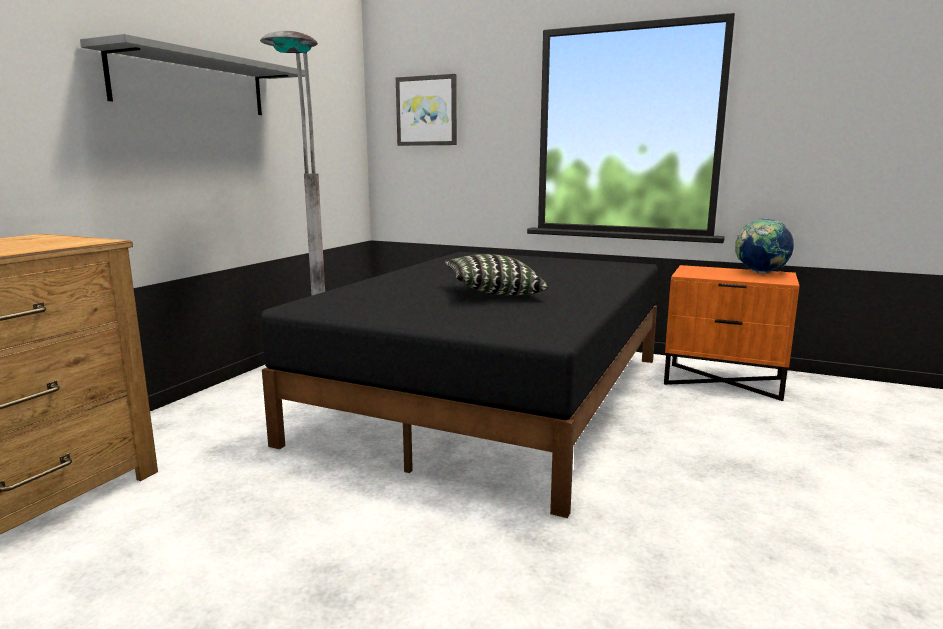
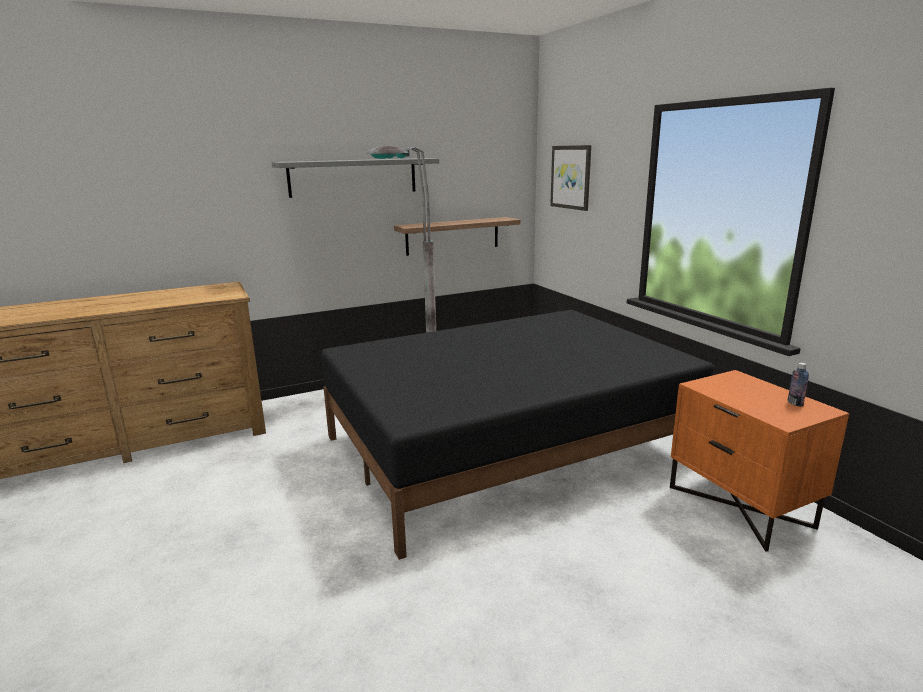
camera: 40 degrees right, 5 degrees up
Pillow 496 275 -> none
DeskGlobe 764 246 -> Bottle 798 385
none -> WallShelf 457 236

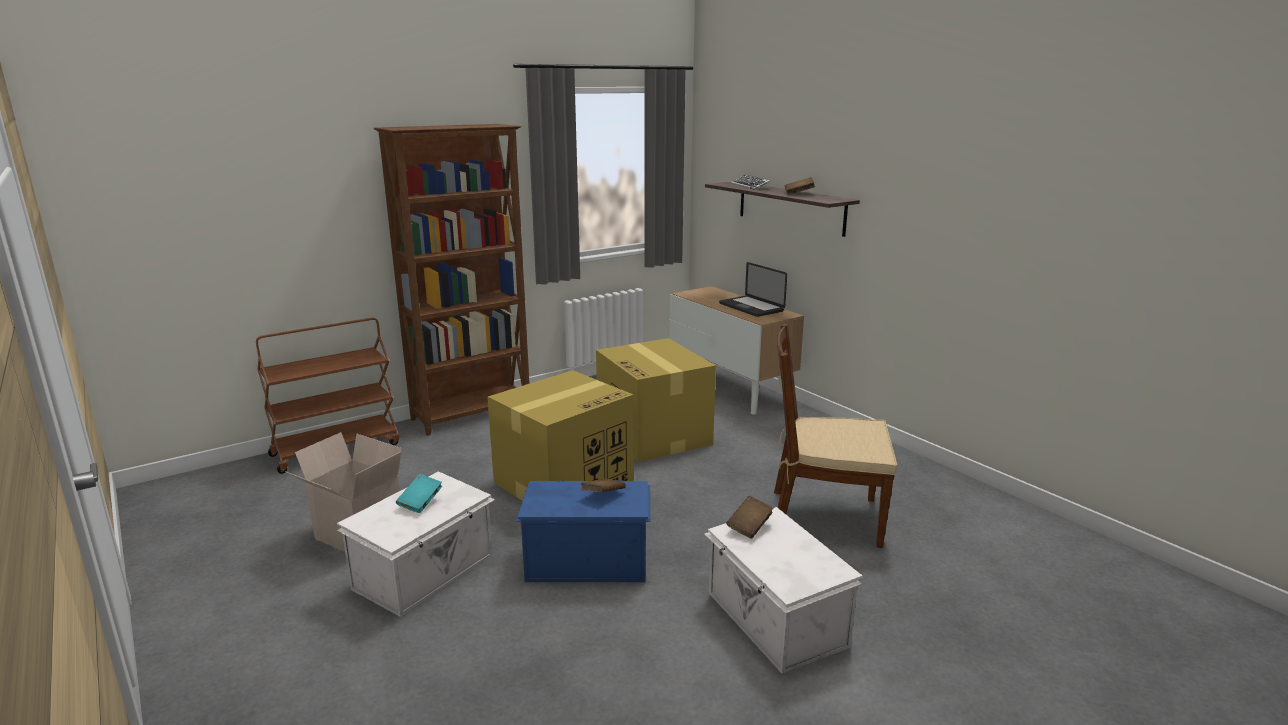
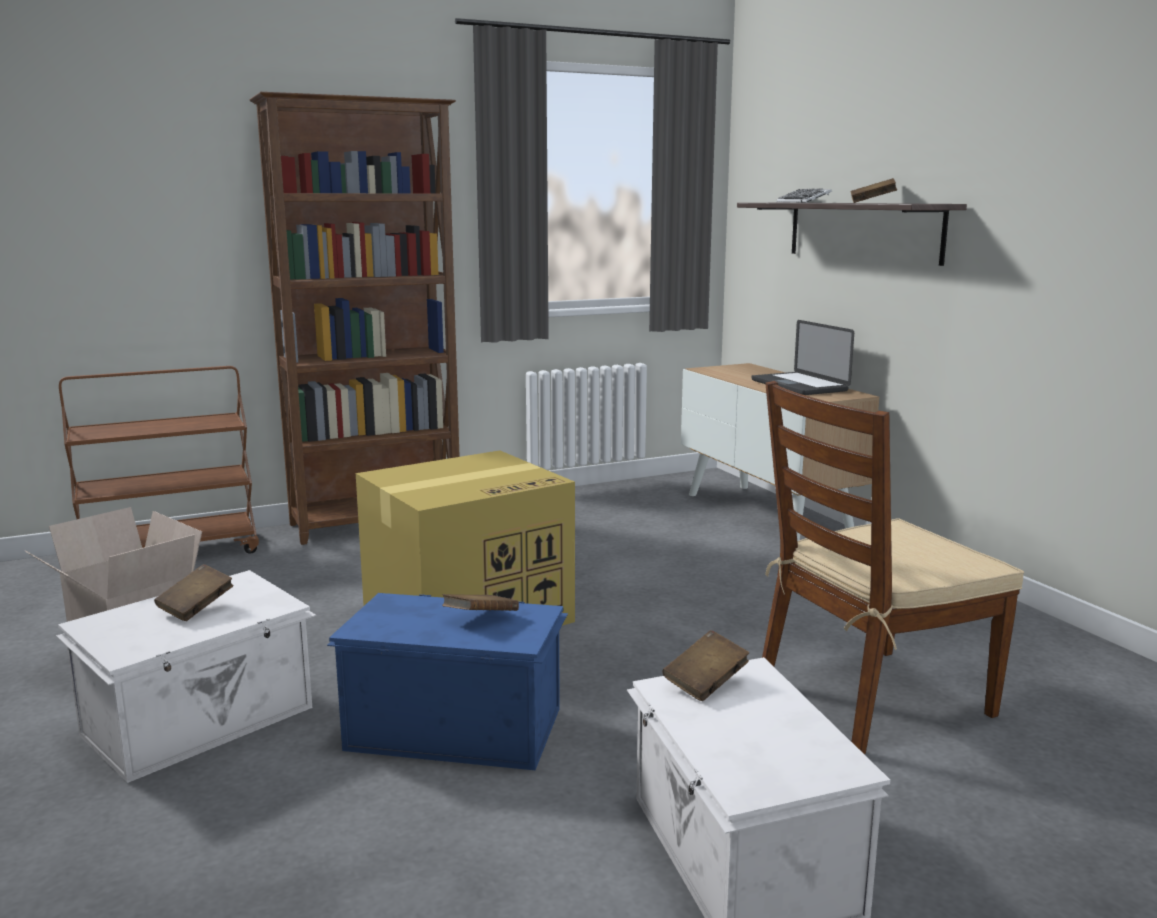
camera: 10 degrees right, 5 degrees down
BlueGreenVolume 419 493 -> BrownVolume 193 592
Carton 656 400 -> none
BrownUprightChair 835 436 -> BrownUprightChair 893 567, 45 degrees counterclockwise

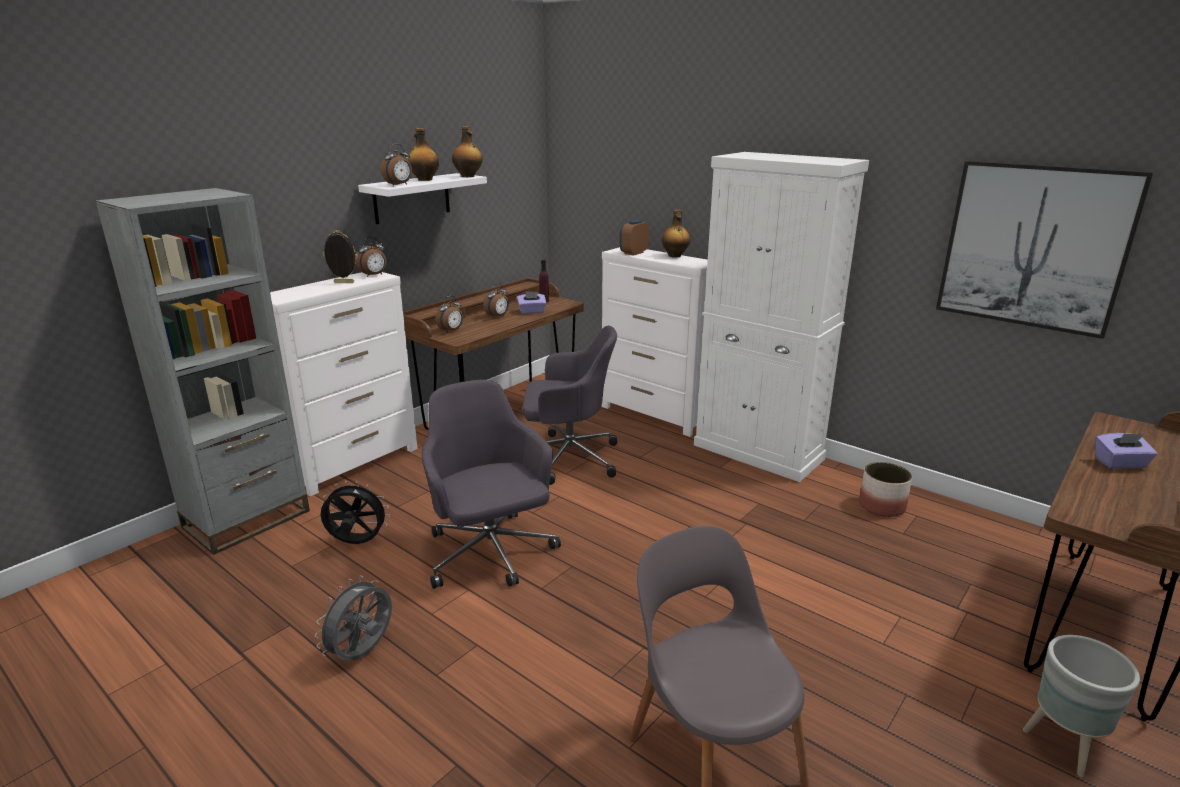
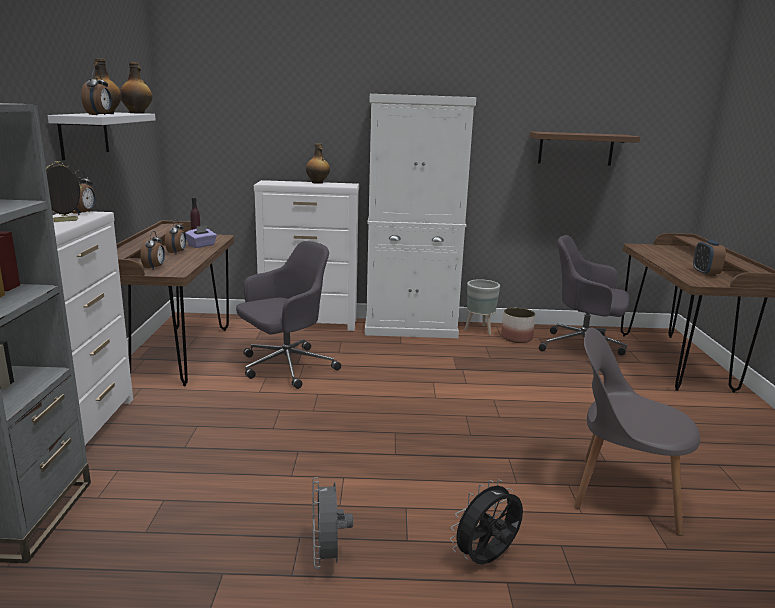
camera: 40 degrees left, 5 degrees down
BlackFan 355 512 -> BlackFan 486 521, relocated
GrayOfficeChair 491 484 -> GrayOfficeChair 584 295, relocated
BedsideClock 634 238 -> BedsideClock 709 258, relocated
WallPicture 1044 250 -> BrownWallShelf 584 148
GrayPlantPot 1081 706 -> GrayPlantPot 482 307, relocated
PurpleColouredBoxOfTissues 1126 451 -> none

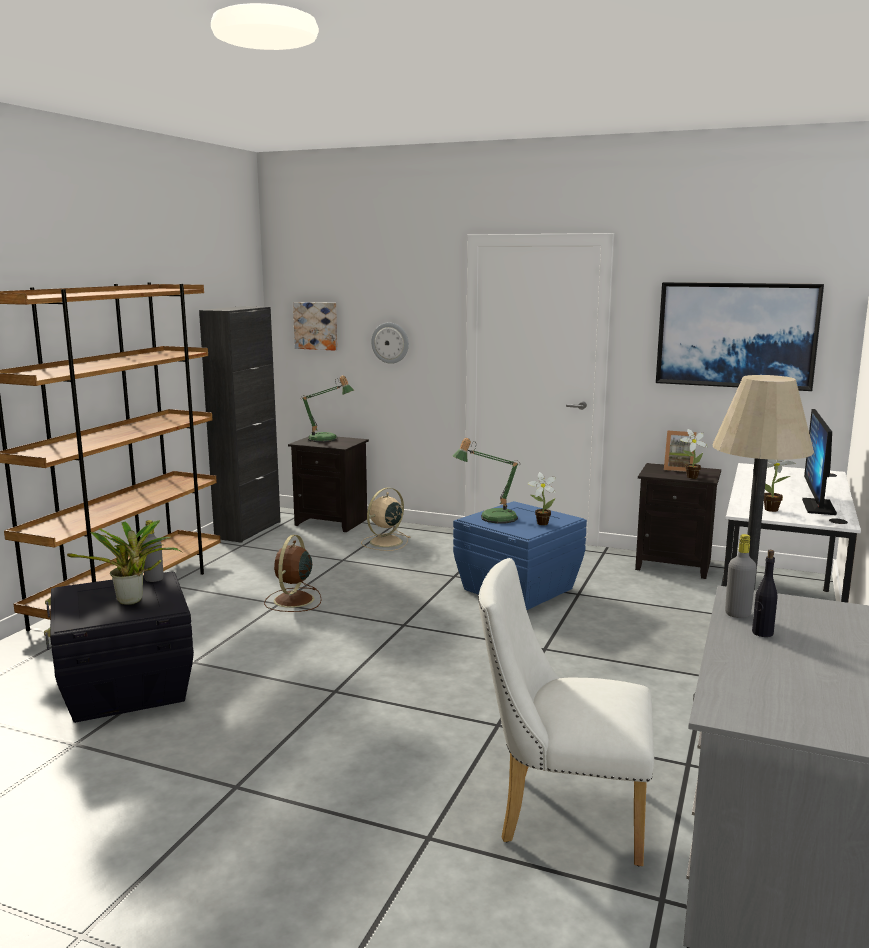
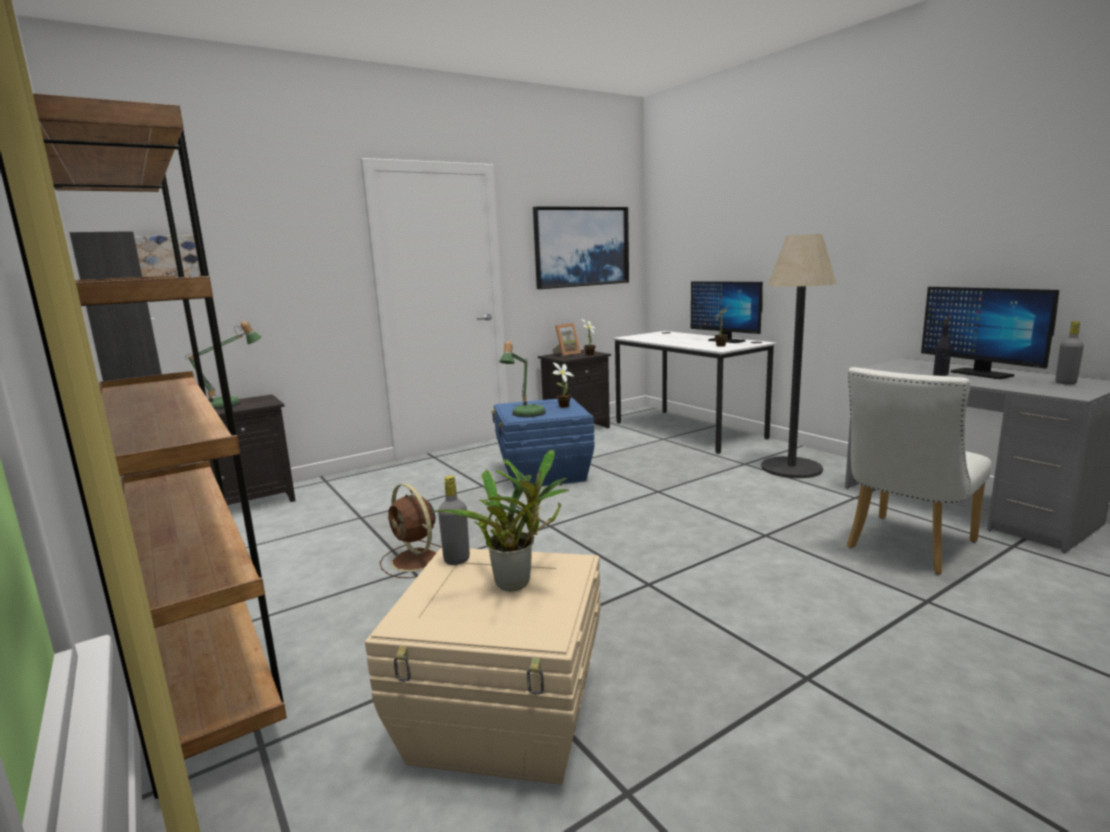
camera: 55 degrees left, 0 degrees up
BlackStorageBox 119 647 -> SandColouredStorageBox 483 666
SandColouredFan 385 519 -> none
WallClock 390 343 -> none
GrayBottle 741 576 -> GrayBottle 1070 353, relocated
none -> ComputerScreen 990 333

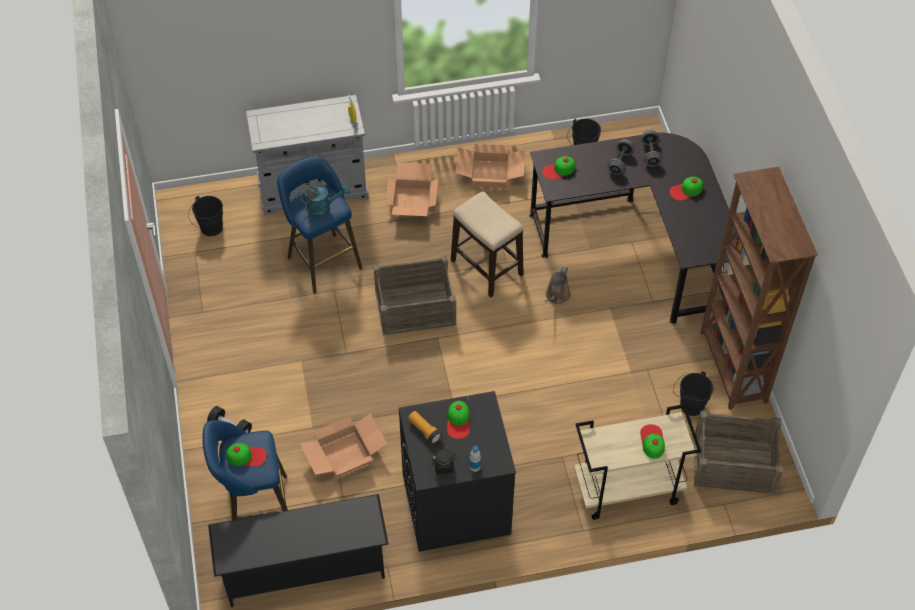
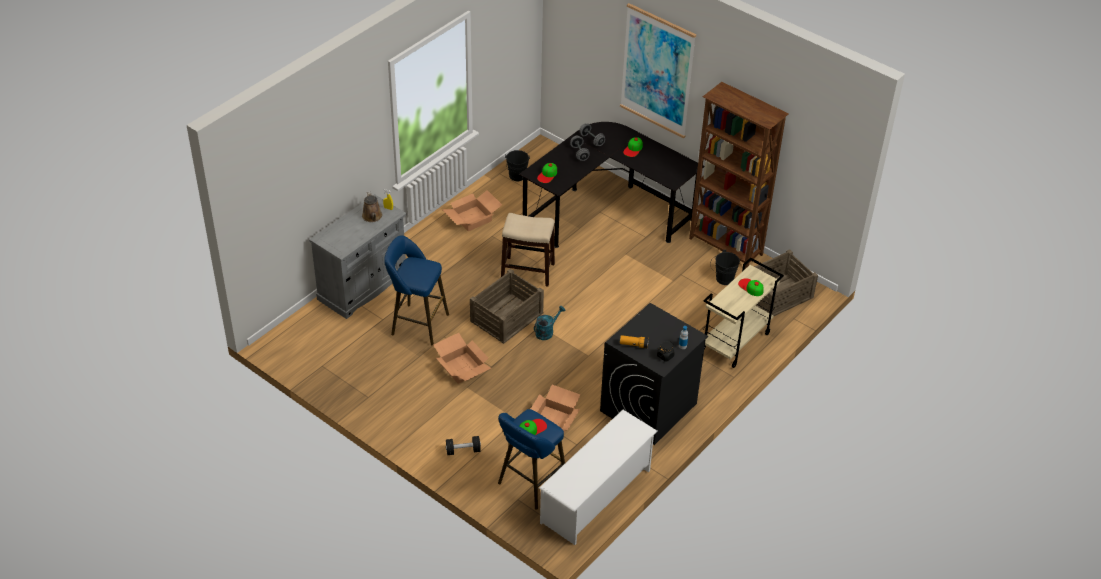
camera: 40 degrees left, 10 degrees down
BlackPail 205 215 -> none
BlackShoeRack 298 550 -> WhitishShoeRack 598 477
BlueGreenWateringPot 324 201 -> BlueGreenWateringPot 549 323, relocated
Carton 412 189 -> Carton 462 358, relocated
BaseballCap 458 420 -> none
BrownWateringPot 558 285 -> BrownWateringPot 372 206, relocated
none -> WallPicture 658 71

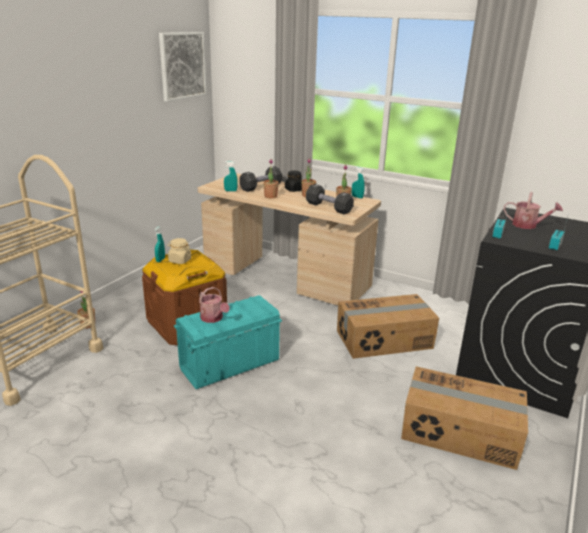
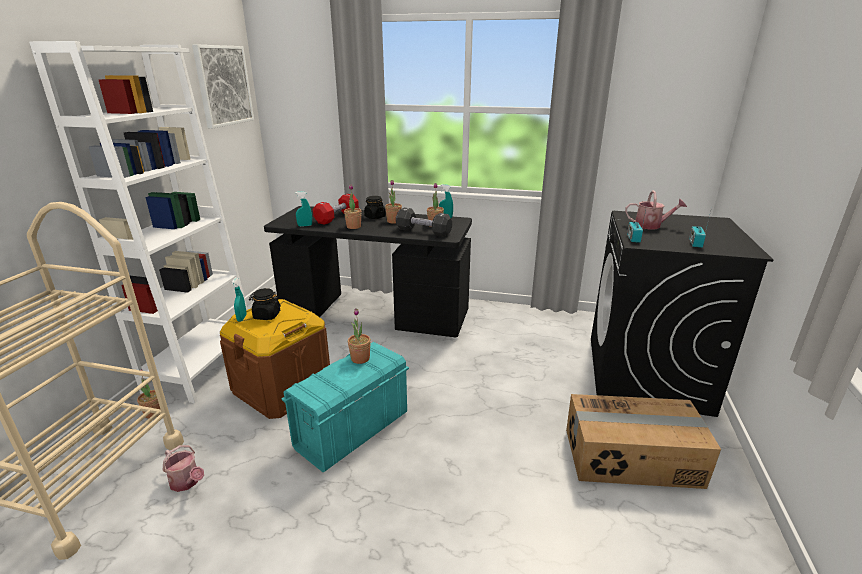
camera: 15 degrees left, 0 degrees up
SandColouredStorageJar 179 251 -> BlackStorageJar 265 304
SandColouredDeskUnit 289 239 -> BlackDeskUnit 368 271
WateringPot 214 305 -> WateringPot 183 468, relocated
BlackHandWeight 260 179 -> RedHandWeight 336 209
Carton 388 326 -> none
none -> WhitishBookcase 138 222
none -> PlantInAPot 359 336

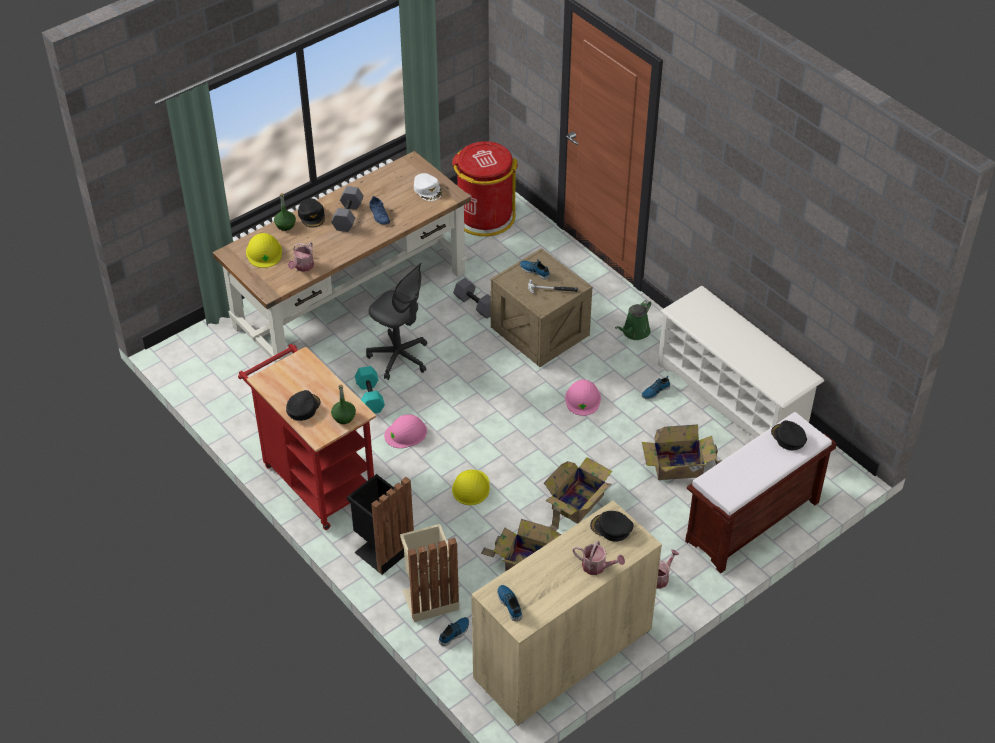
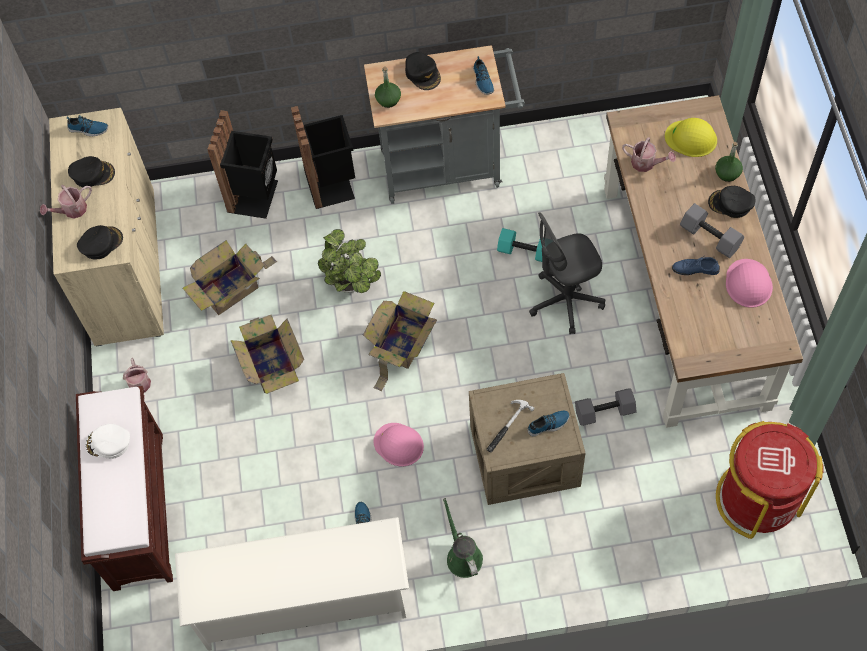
camera: 125 degrees right, 15 degrees up
RedTrolley 307 437 -> GrayTrolley 444 124
WateringPot 301 257 -> WateringPot 649 154, 150 degrees clockwise
PinkColouredSafetyHelmet 405 431 -> PinkColouredSafetyHelmet 749 283, relocated
SandColouredRubbishBin 429 573 -> BlackRubbishBin 242 164
WhitishBaseballCap 428 187 -> WhitishBaseballCap 107 441, relocated
ItemOfFootwear 453 631 -> ItemOfFootwear 483 75, relocated
YellowColouredSafetyHelmet 471 487 -> PlantInAPot 349 261
Carton 682 452 -> Carton 400 341, relocated
BlackBaseballCap 789 435 -> BlackBaseballCap 91 171, relocated

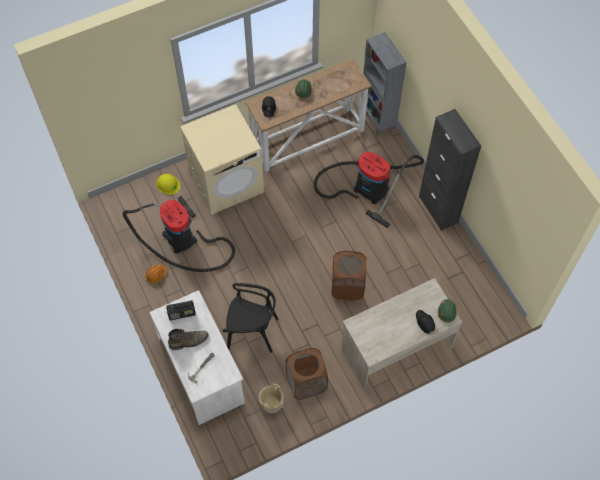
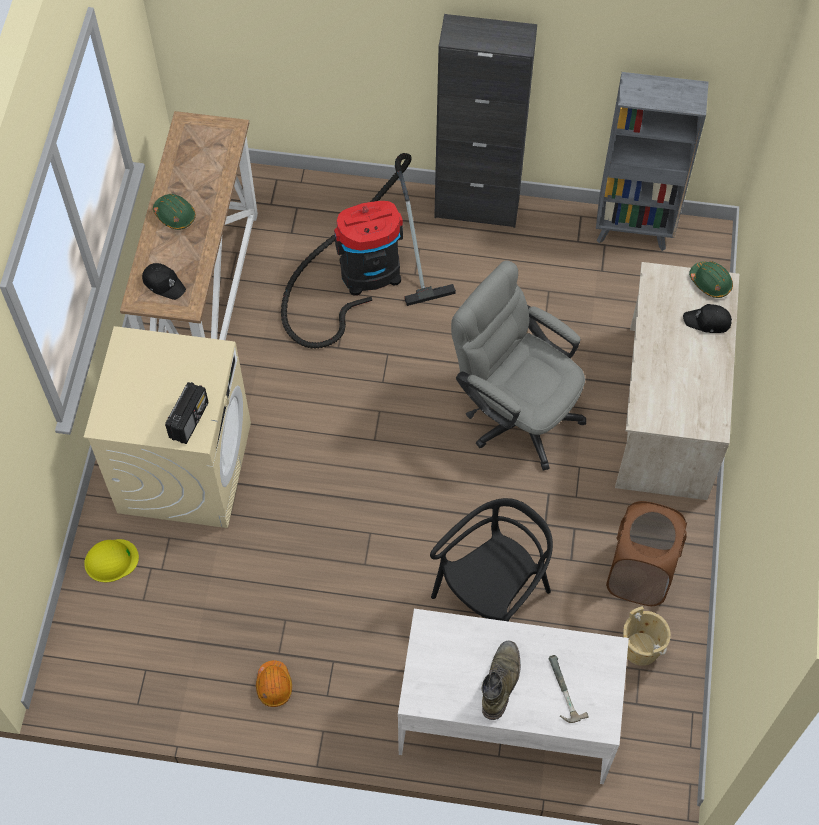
camera: 55 degrees left, 0 degrees up
Vacuum 179 234 -> none
RadioSet 181 310 -> RadioSet 186 413, relocated
BrownLaundryBasket 349 275 -> GrayOfficeChair 518 365
GrayBookcase 384 84 -> GrayBookcase 652 161, relocated

